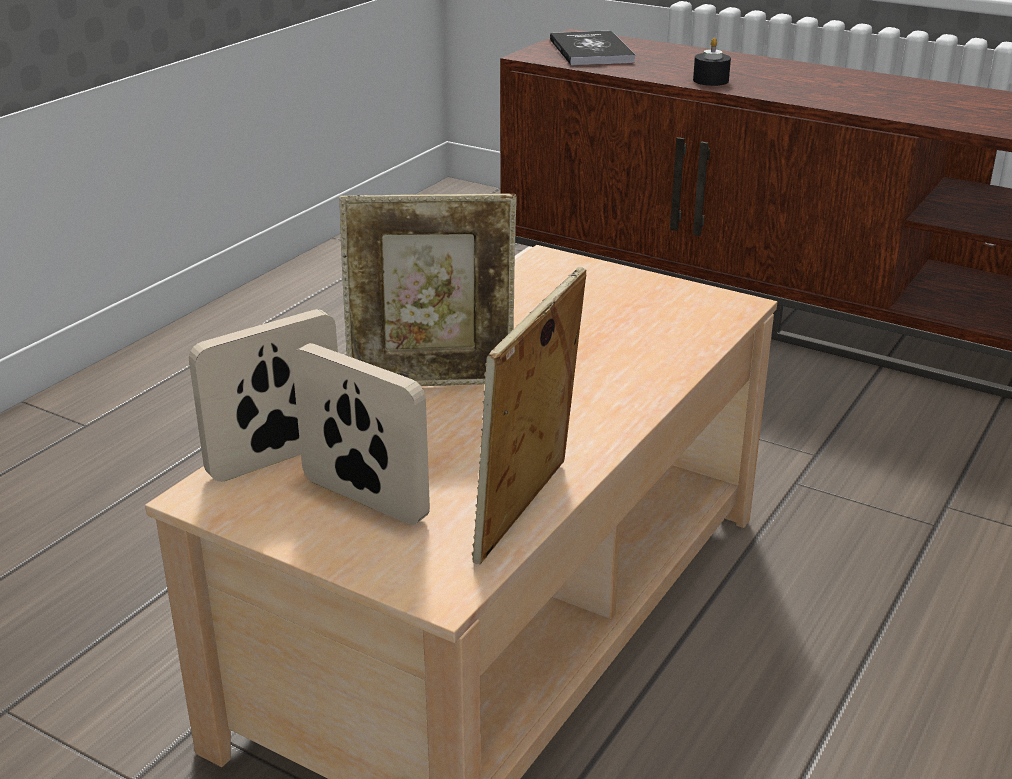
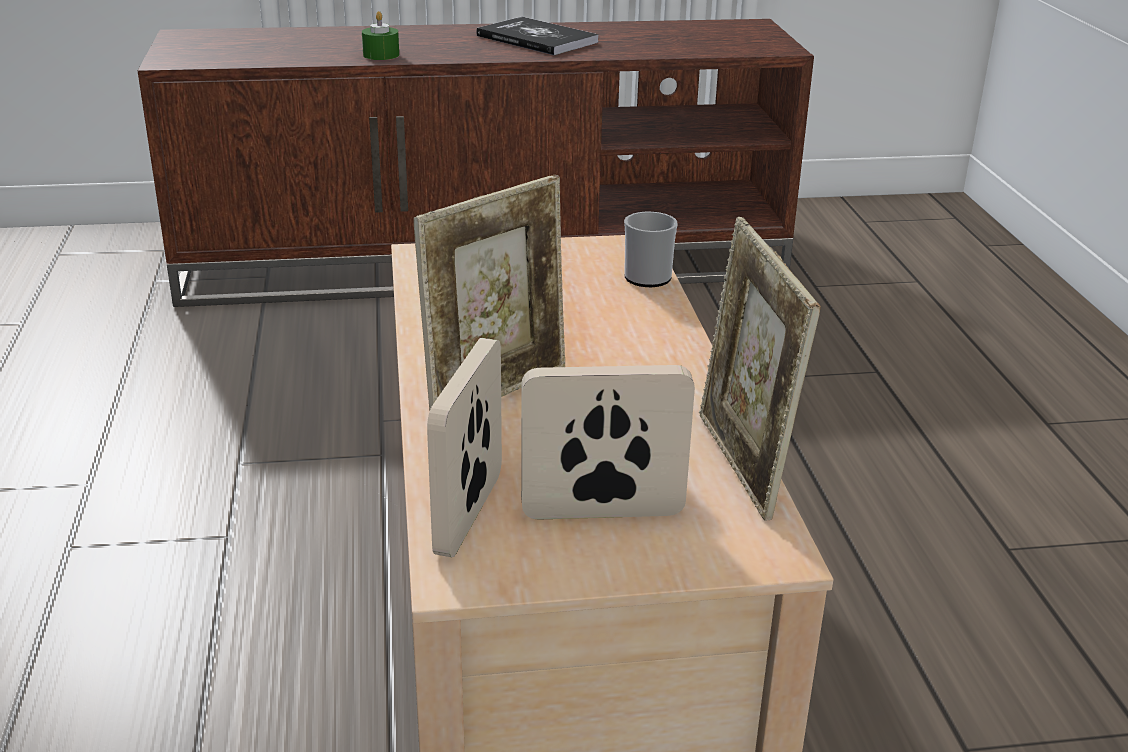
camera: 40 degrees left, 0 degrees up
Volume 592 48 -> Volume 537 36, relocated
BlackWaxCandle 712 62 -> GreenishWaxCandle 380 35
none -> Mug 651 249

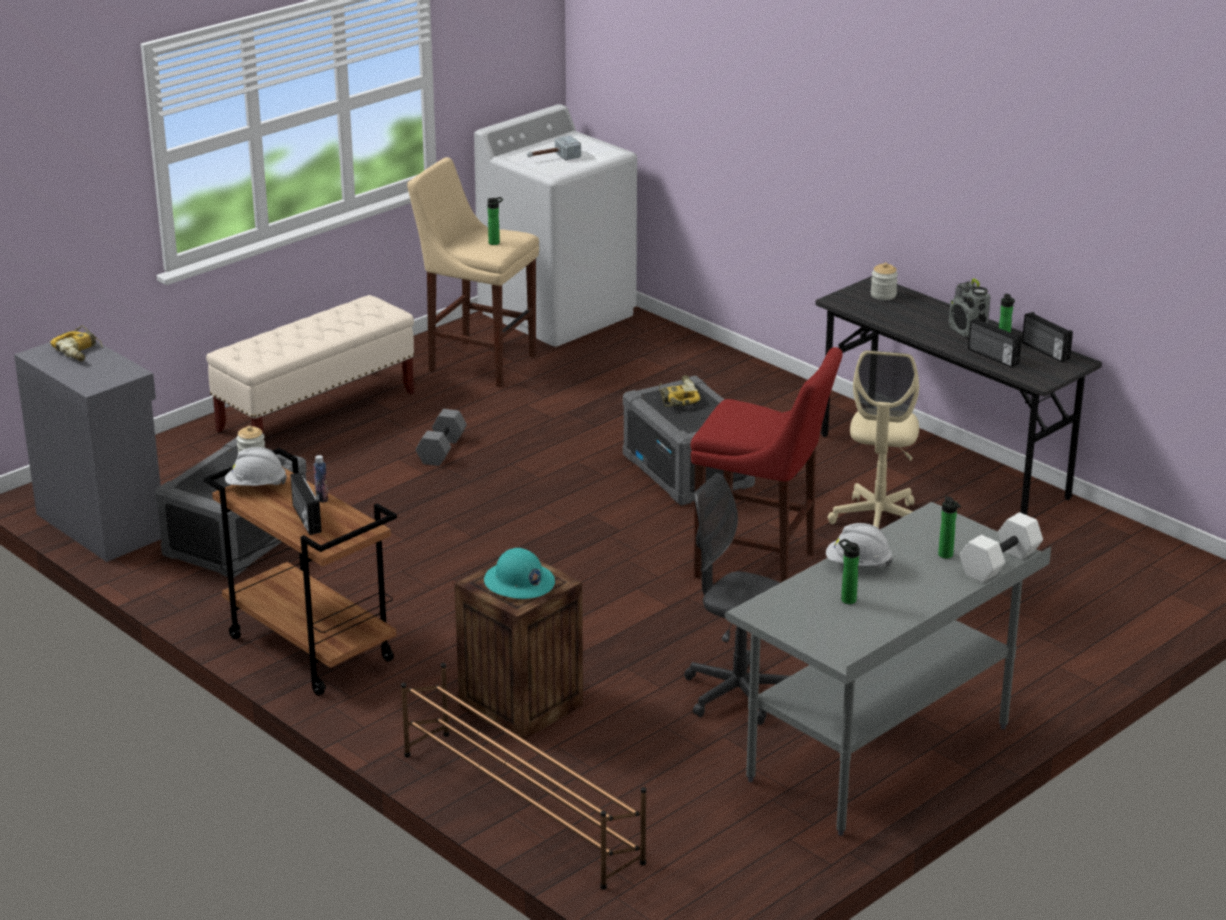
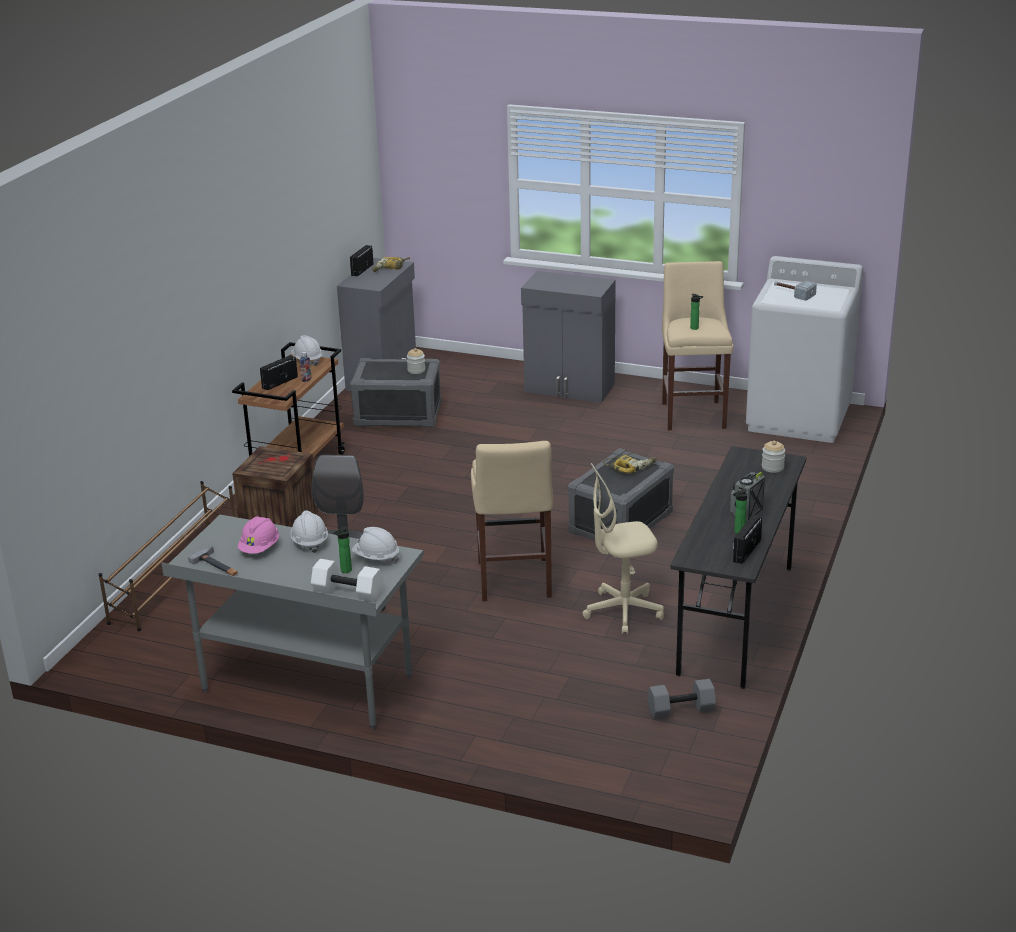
camera: 65 degrees right, 0 degrees up
SandColouredIndoorBench 310 364 -> GrayCabinet 568 337
GrayHandWeight 441 437 -> GrayHandWeight 682 699, relocated
BlueGreenSafetyHelmet 519 573 -> none
RedStoolSeat 767 464 -> SandColouredStoolSeat 512 521
Bottle 849 571 -> PinkColouredSafetyHelmet 258 535
RadioSet 995 343 -> RadioSet 362 261, relocated
none -> ToolHammer 213 561
none -> WhitishSafetyHelmet 375 545

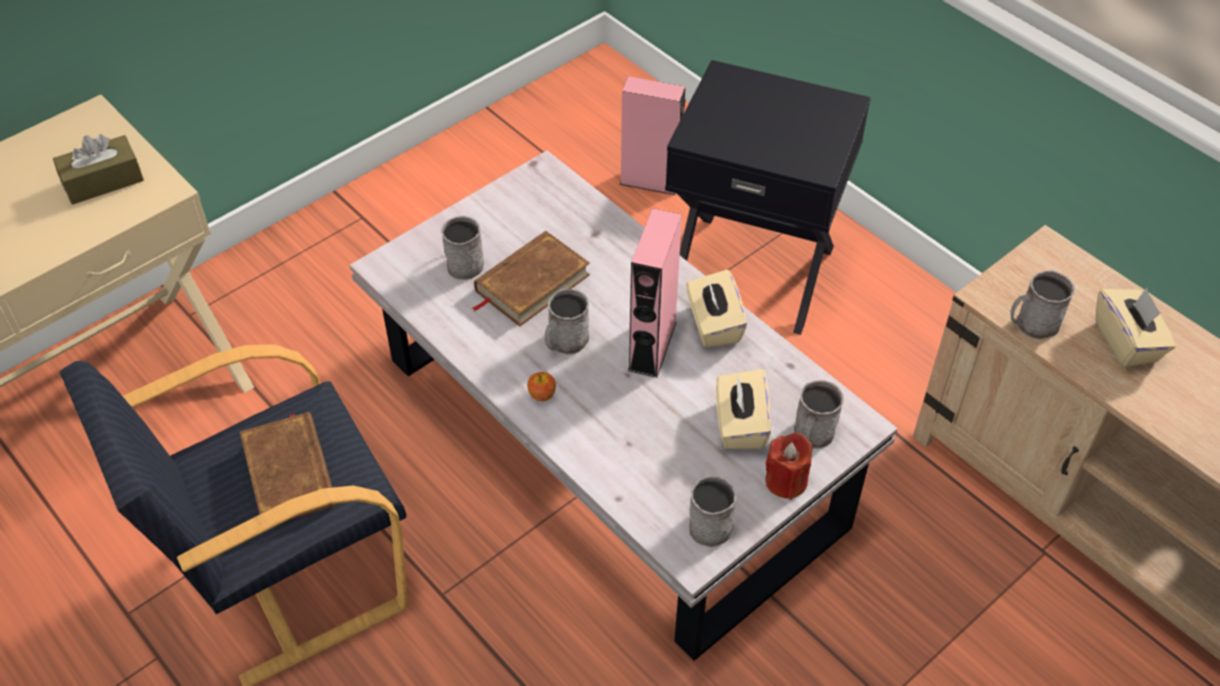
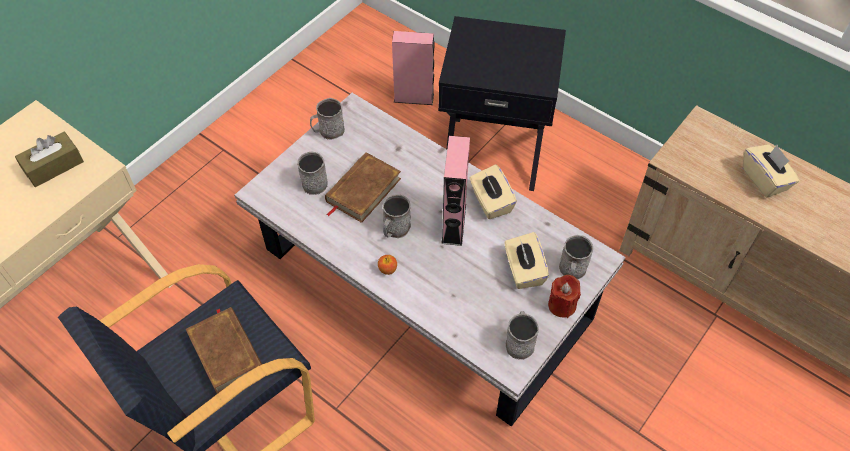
camera: 10 degrees left, 5 degrees up
GrayMug 1042 304 -> GrayMug 327 119, relocated

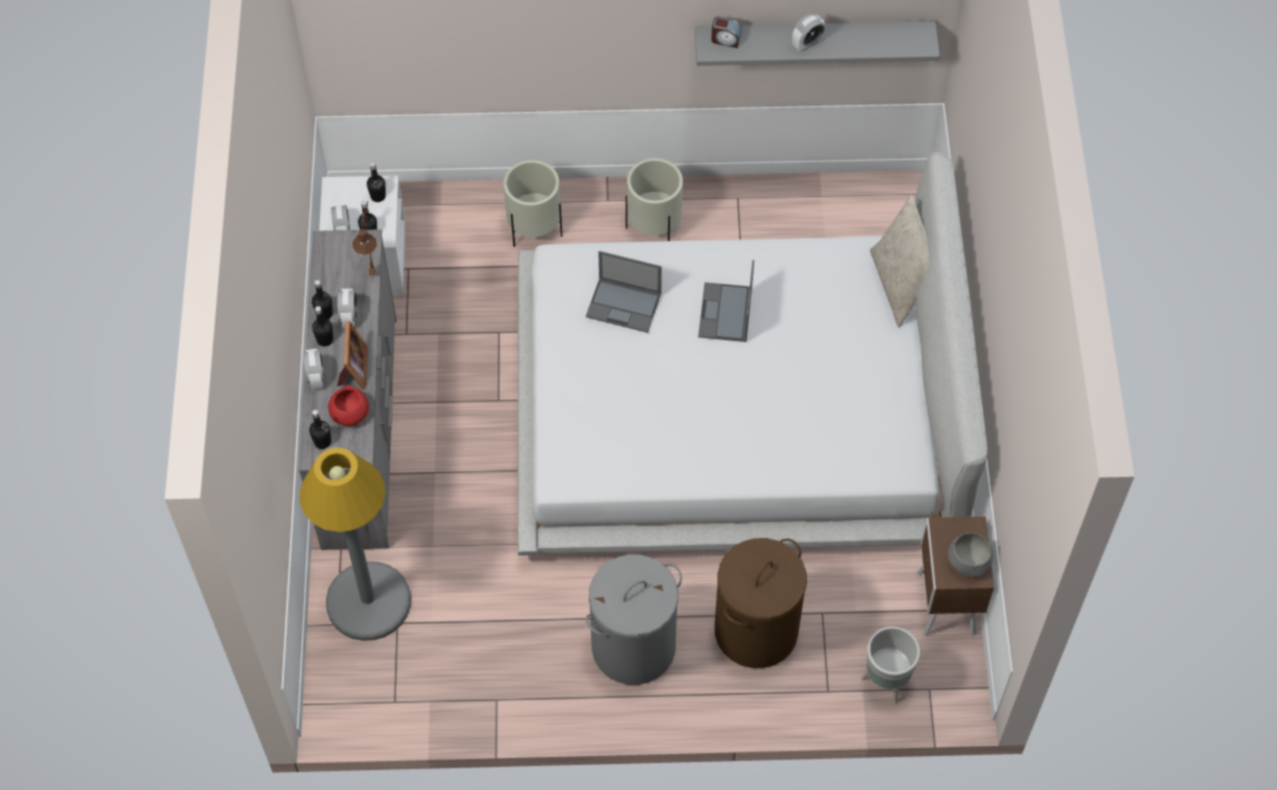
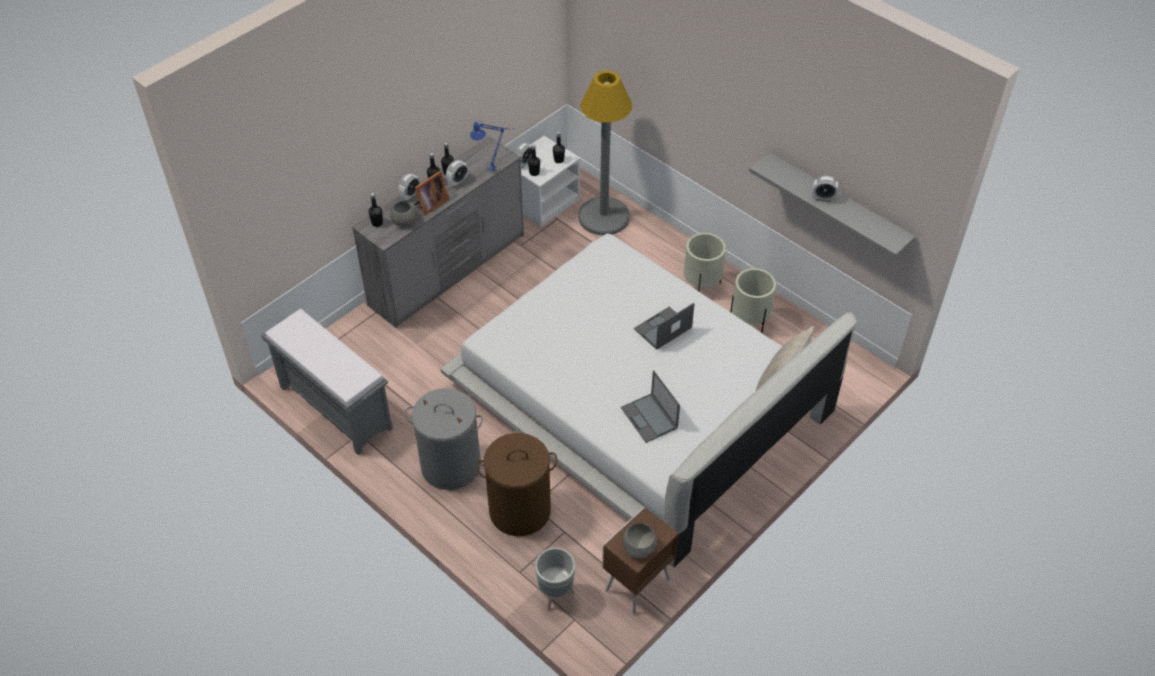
camera: 45 degrees right, 10 degrees down
GrayStandingLamp 355 544 -> GrayStandingLamp 605 152, relocated
RedBowl 348 405 -> GrayBowl 403 213
BrownTabletopLamp 364 238 -> BluishTabletopLamp 492 146
SandColouredPlantPot 533 203 -> SandColouredPlantPot 753 300, relocated
NotebookComputer 624 292 -> NotebookComputer 650 406, relocated
BedsideClock 726 32 -> none
none -> GrayIndoorBench 327 382

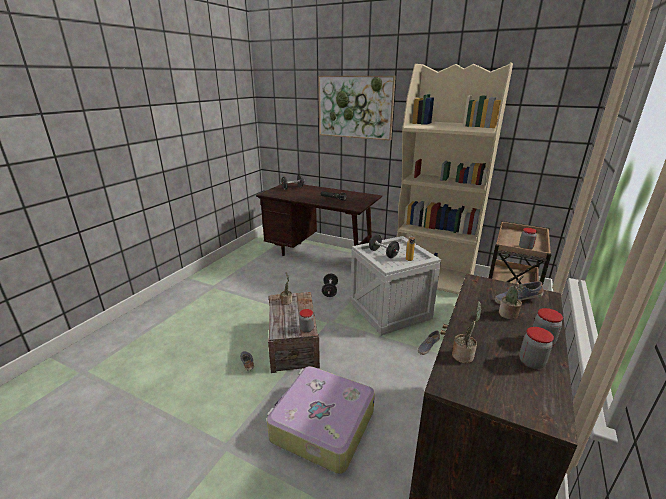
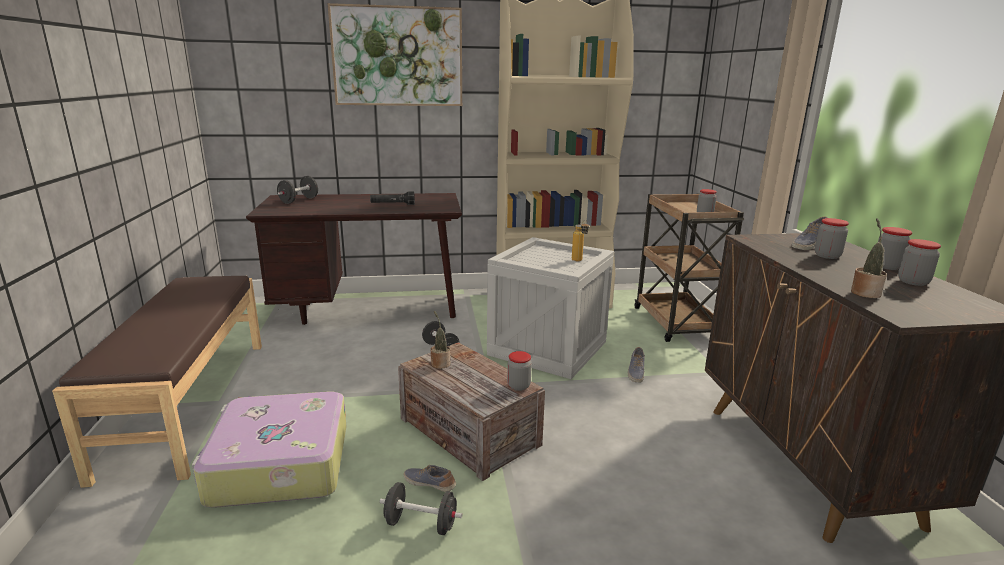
camera: 35 degrees left, 5 degrees down
Suitcase 321 420 -> Suitcase 269 449, relocated
BlackHandWeight 384 246 -> BlackHandWeight 421 508, relocated
PlantInAPot 511 298 -> StorageJar 832 238
none -> BrownIndoorBench 157 382

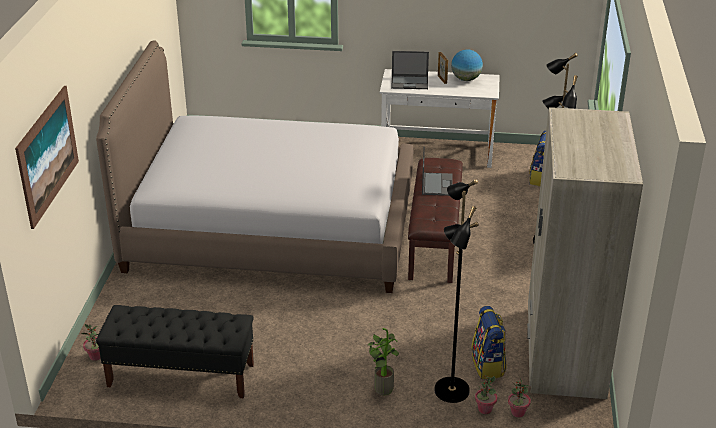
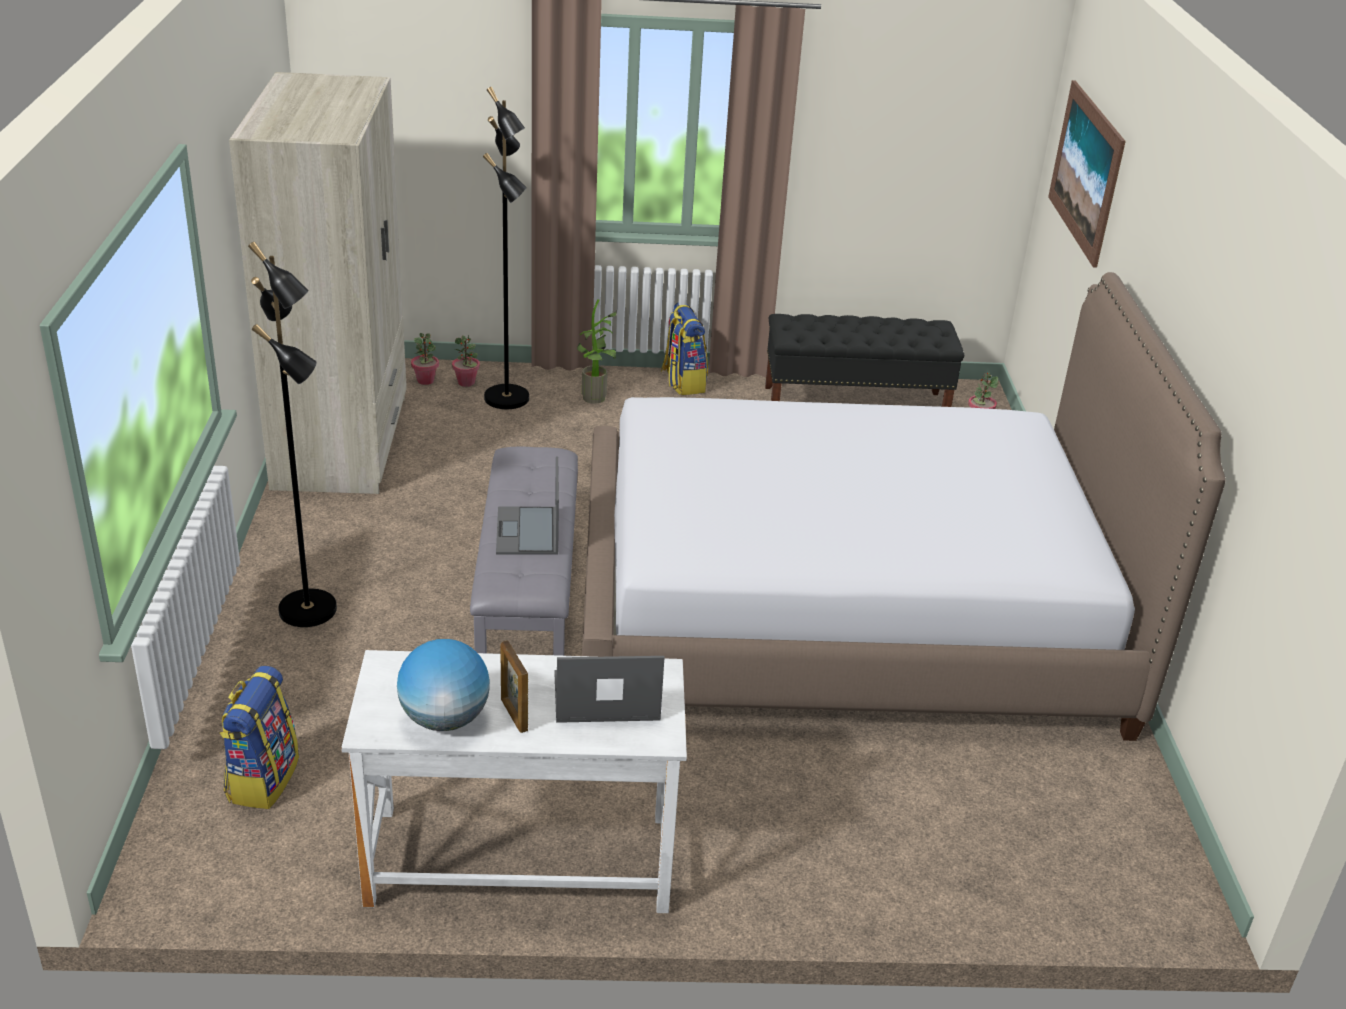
camera: 170 degrees right, 0 degrees up
BrownIndoorBench 435 220 -> GrayIndoorBench 524 551
Backpack 489 342 -> Backpack 684 349, relocated

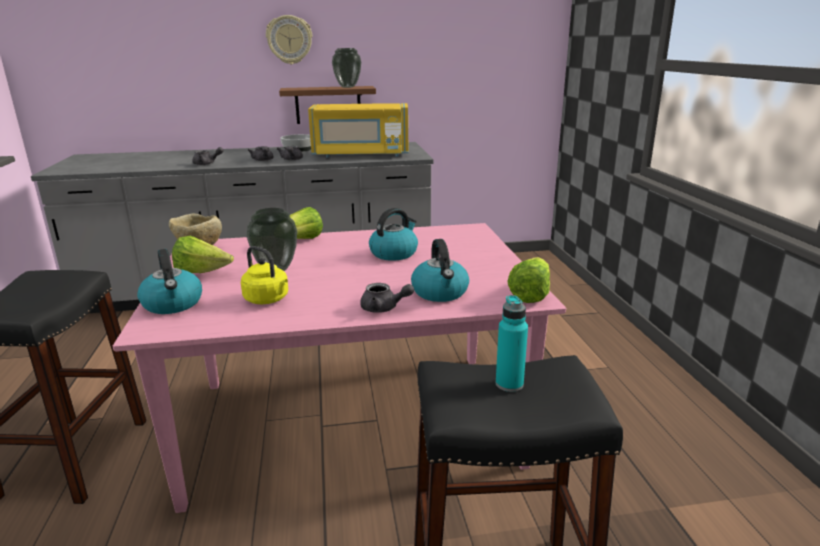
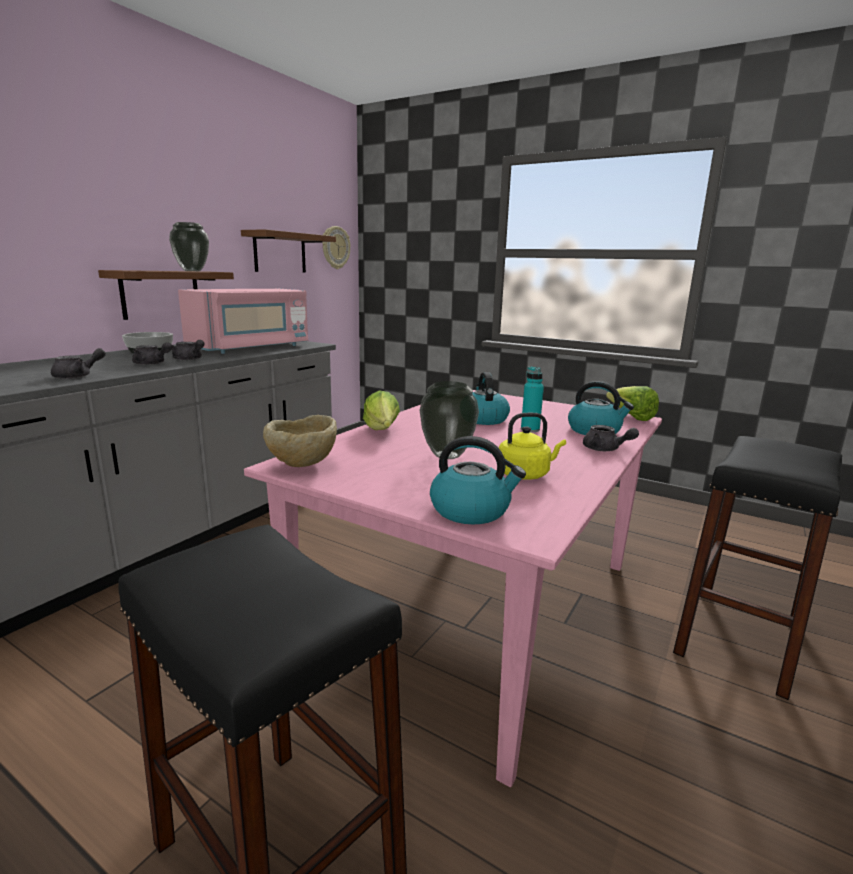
camera: 50 degrees left, 5 degrees down
Lettuce 203 254 -> none
WallClock 289 39 -> WallClock 336 247, relocated
YellowColouredKitchenMicrowave 358 130 -> PinkColouredKitchenMicrowave 243 321
GrayTeaPot 387 298 -> GrayTeaPot 611 438, 75 degrees clockwise
BlueGreenBottle 512 343 -> BlueGreenBottle 532 399, relocated
none -> BrownWallShelf 288 251

